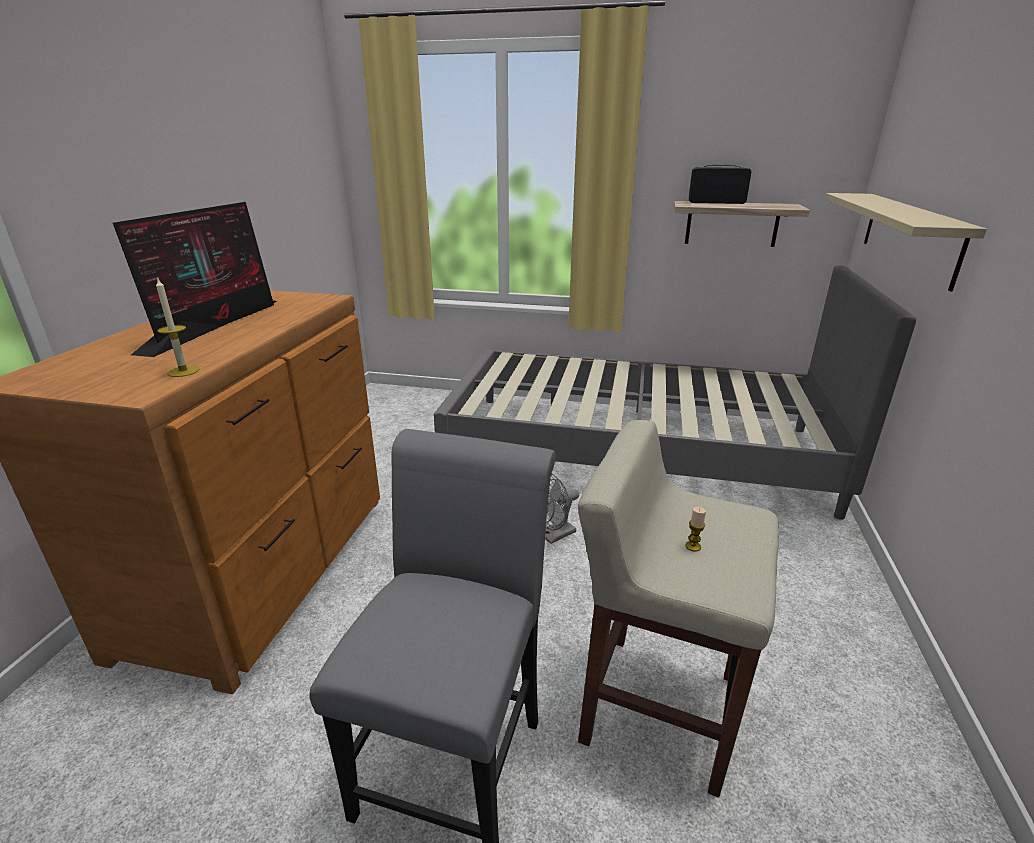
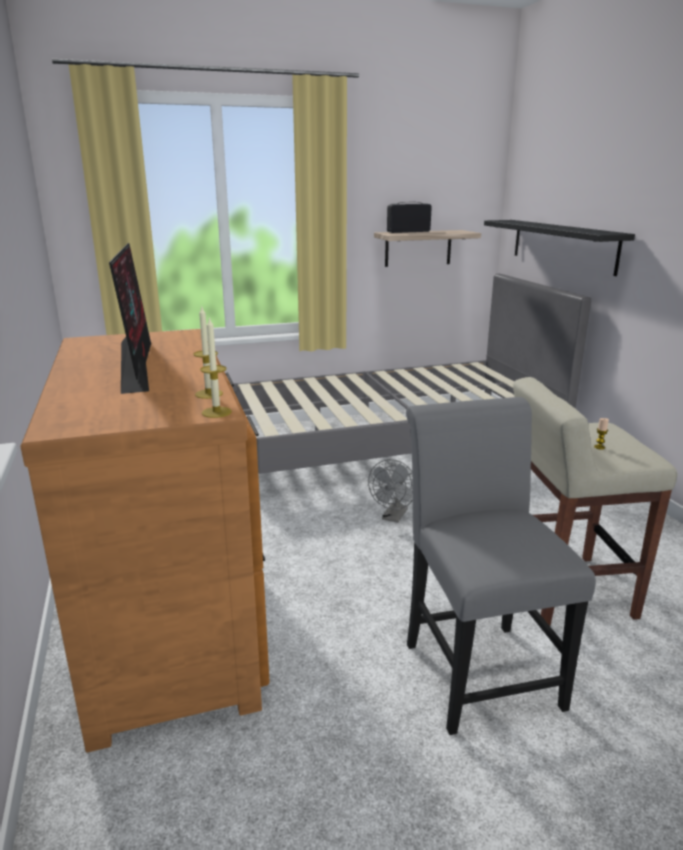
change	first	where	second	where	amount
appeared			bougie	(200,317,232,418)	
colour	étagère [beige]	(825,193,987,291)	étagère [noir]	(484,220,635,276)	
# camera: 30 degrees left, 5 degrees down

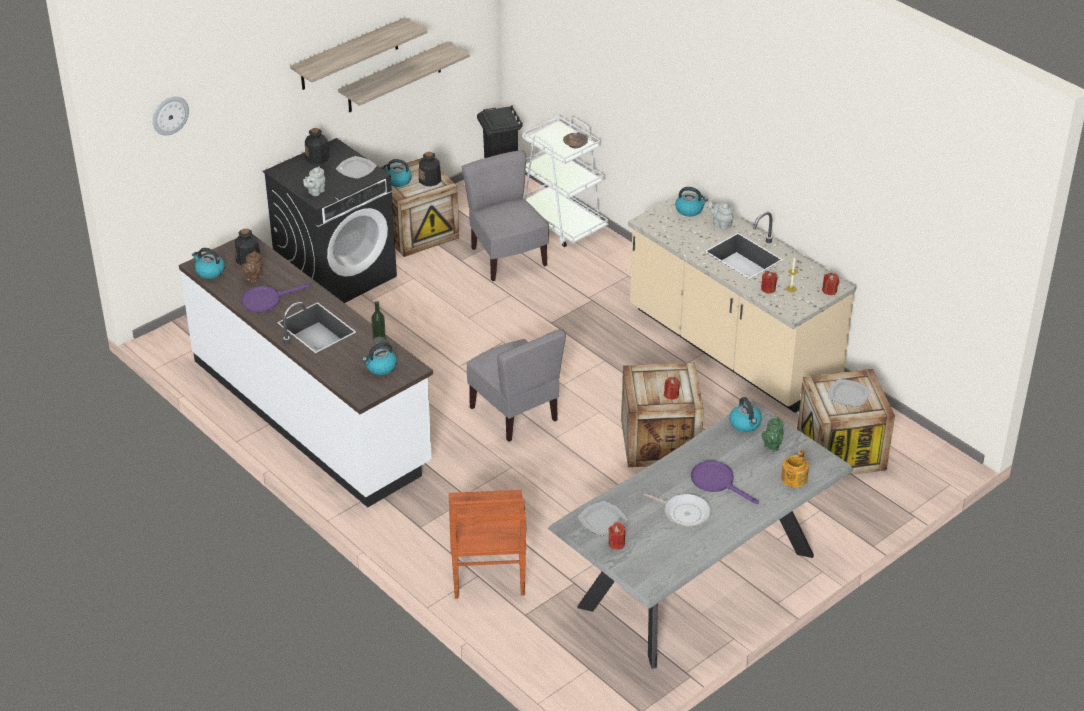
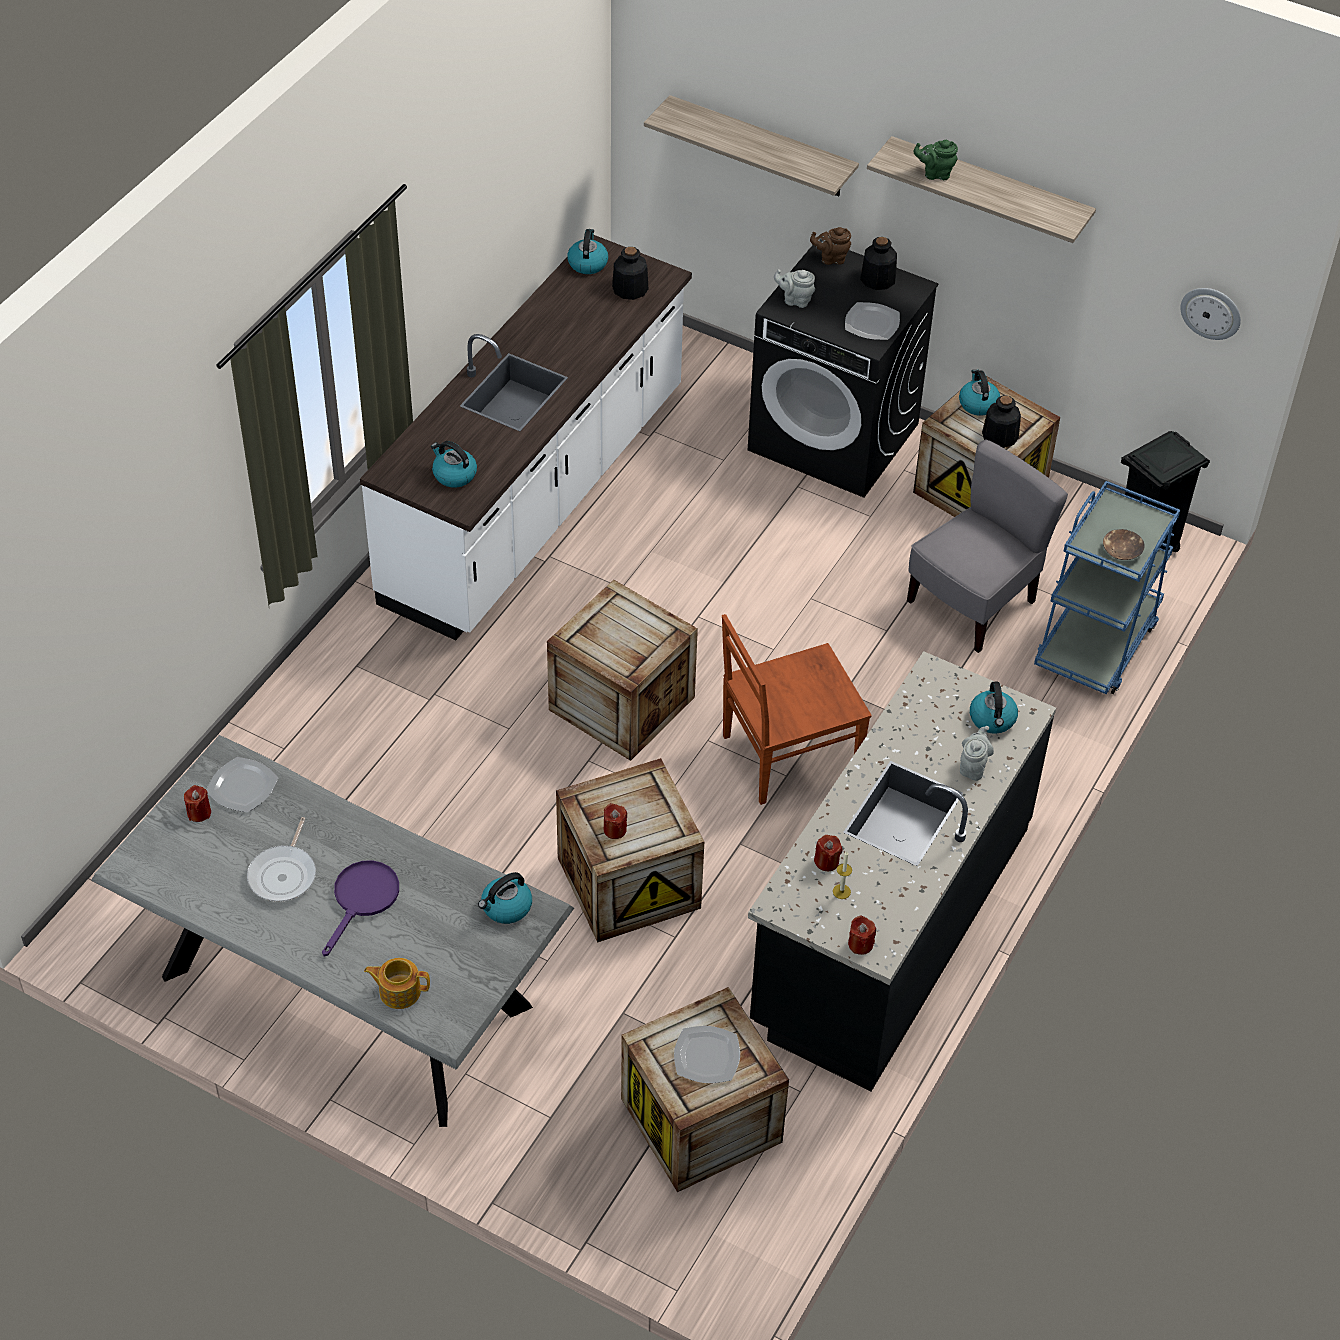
change	first	where	second	where	amount
missing	poêle [violet]	(241,284,310,312)			
missing	bouteille	(371,301,386,344)			
relocated	horloge murale	(153,96,189,135)		(1180,288,1241,340)	
relocated	théière [marron]	(242,250,262,282)		(810,227,851,265)	
relocated	étagère	(338,41,470,112)		(644,95,859,196)	
relocated	chaise [marron]	(449,490,527,599)		(722,614,872,805)	
relocated	théière [vert]	(762,417,784,452)		(914,140,958,180)	
exchanged	chaise [gris]	(466,329,566,442)	caisse	(547,580,698,761)	
colour	chariot [blanc]	(523,116,609,247)	chariot [bleu]	(1034,481,1180,694)	
colour	comptoir de cuisine [beige]	(628,191,856,413)	comptoir de cuisine [noir]	(748,651,1056,1091)	
# camera: 70 degrees right, 10 degrees up

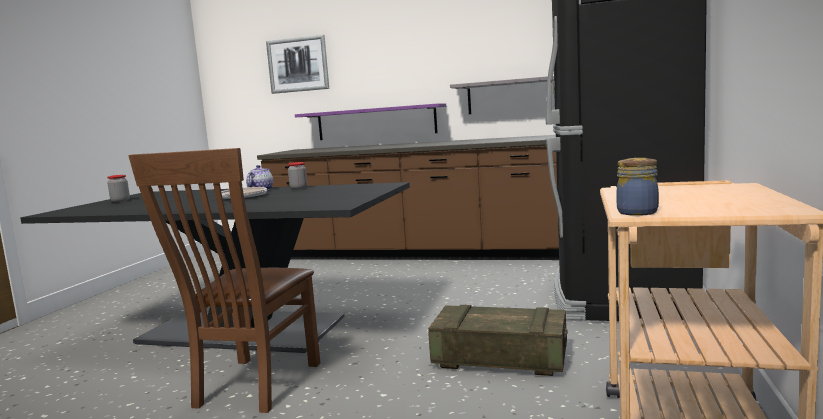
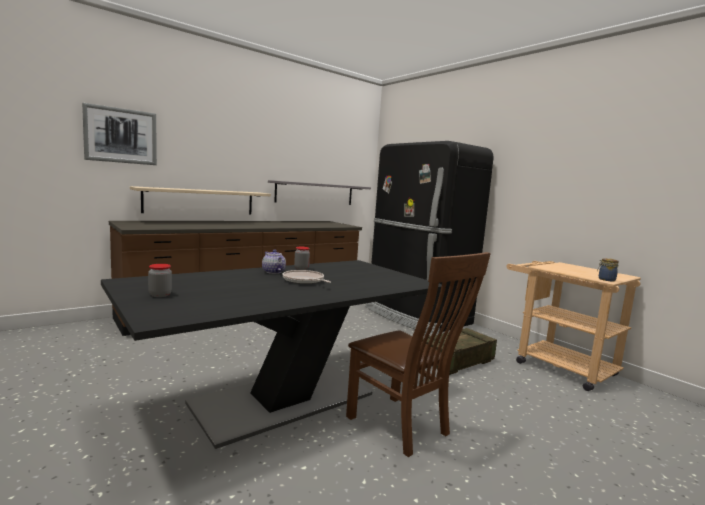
change	first	where	second	where	amount
colour	étagère [violet]	(295,103,446,140)	étagère [beige]	(130,186,271,214)	
# camera: 55 degrees left, 0 degrees up

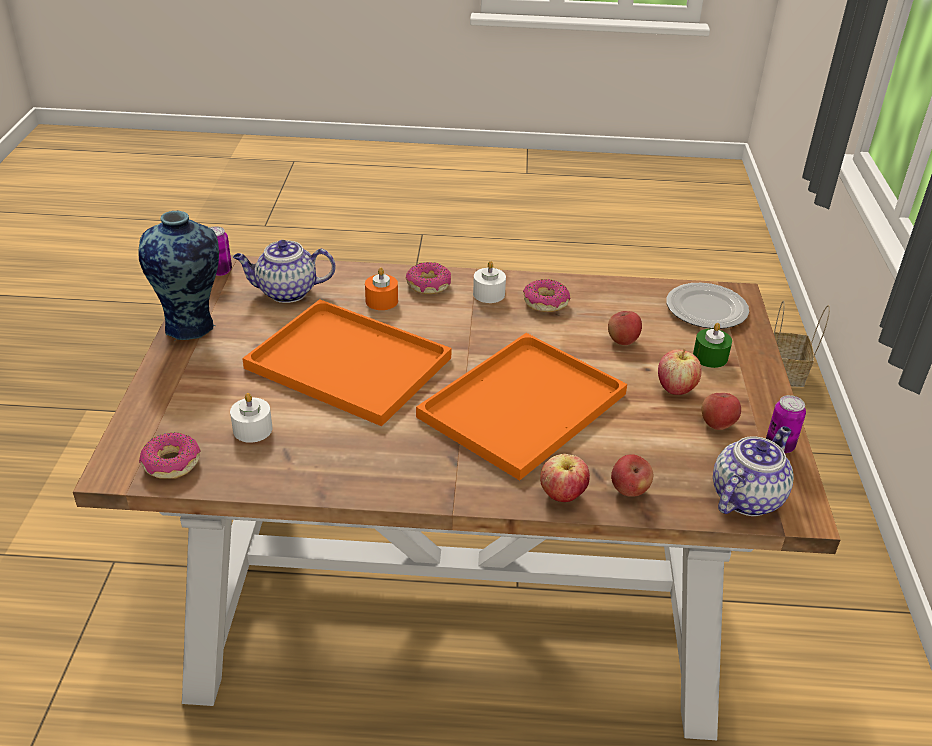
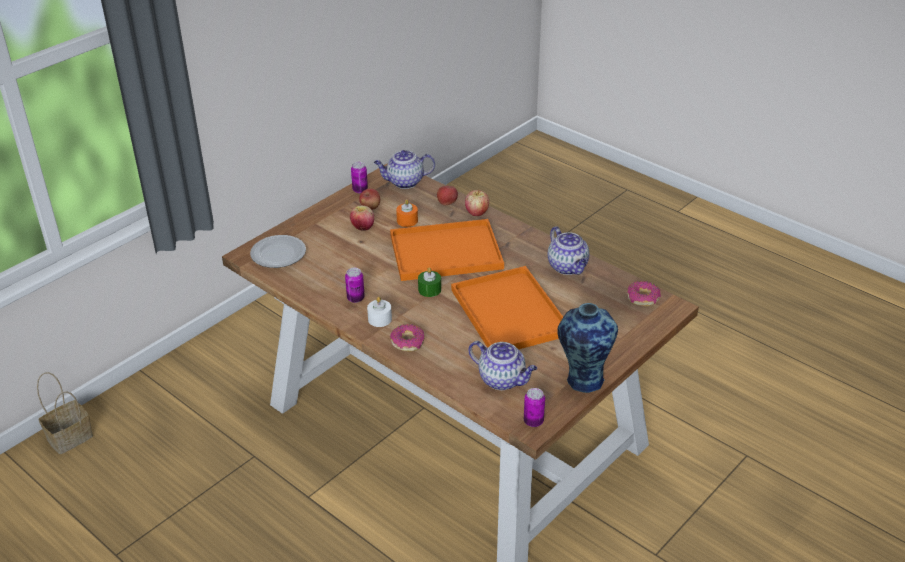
change	first	where	second	where	amount
missing	bougie [blanc]	(230,393,272,443)			
missing	pomme	(608,311,642,345)			
appeared			théière	(547,226,589,275)	
relocated	bougie [orange]	(365,267,398,310)		(396,199,418,227)	
relocated	bougie [vert]	(693,323,732,368)		(418,267,441,297)	
exchanged	beignet	(523,279,570,312)	boîte métallique	(345,268,365,303)	
# camera: 140 degrees left, 0 degrees up

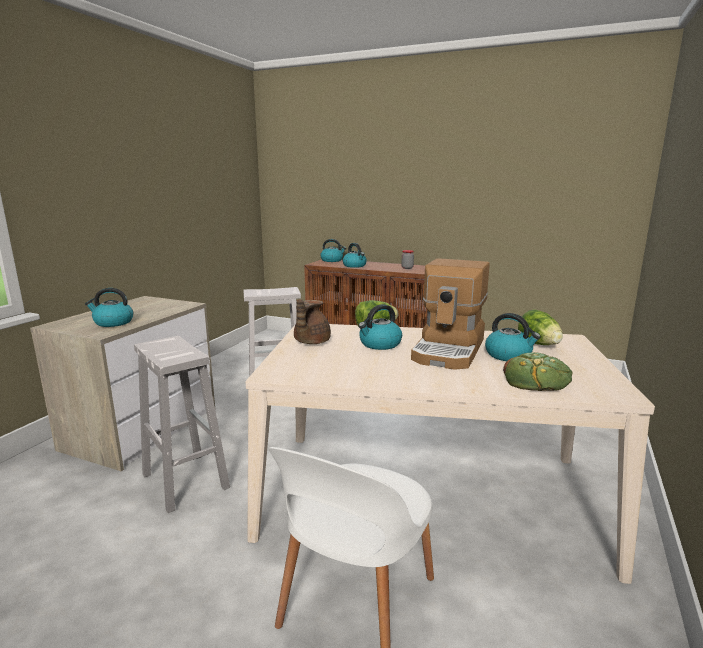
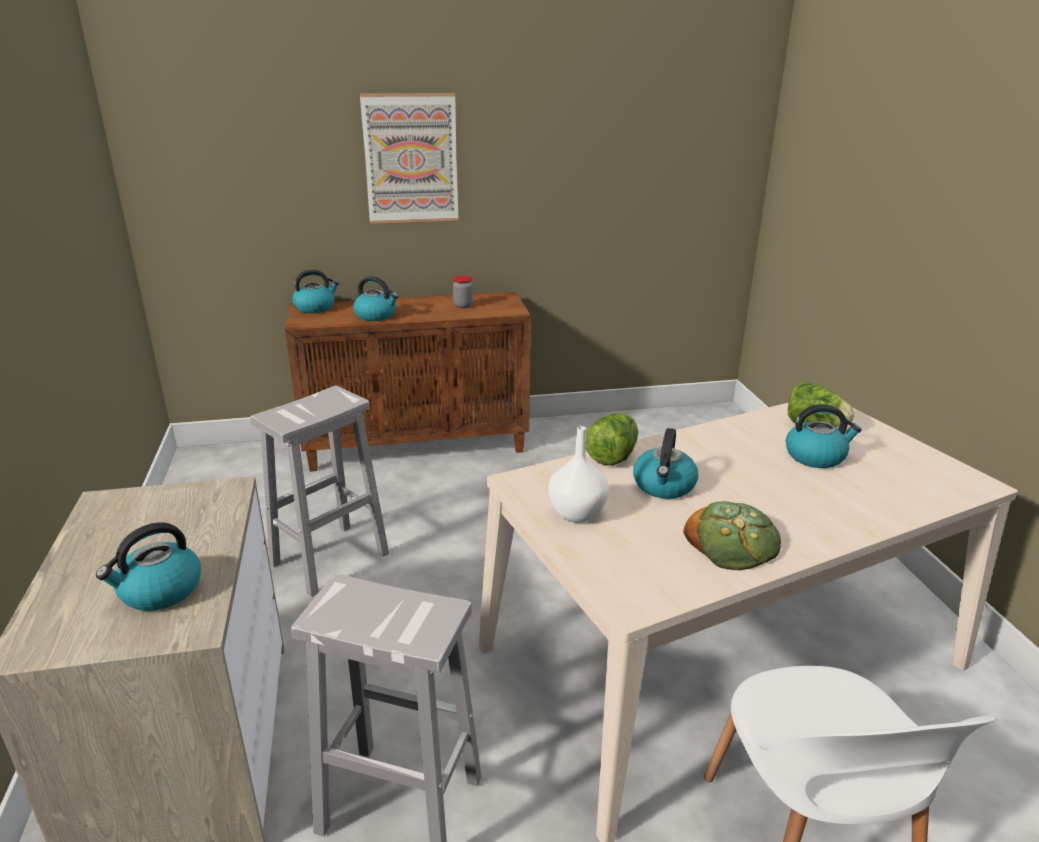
change	first	where	second	where	amount
missing	machine à café	(411,258,490,370)			
appeared			tableau	(360,93,459,223)	
relocated	pain	(503,352,572,391)		(683,501,781,570)	
exchanged	théière [marron]	(294,299,331,344)	vase [blanc]	(548,426,609,523)	
# camera: 35 degrees left, 10 degrees up

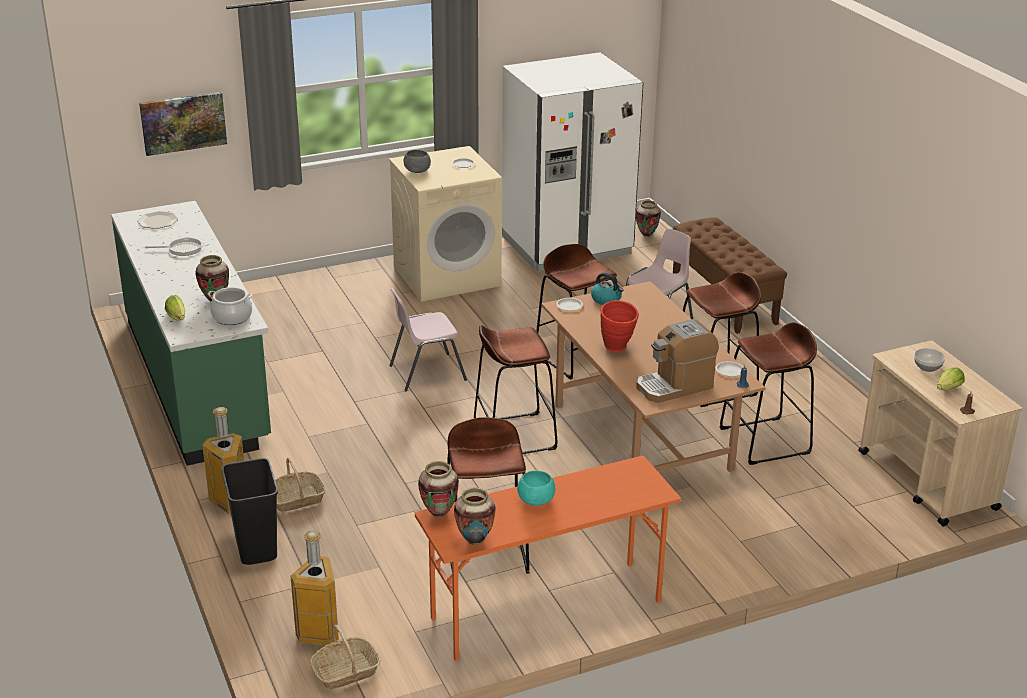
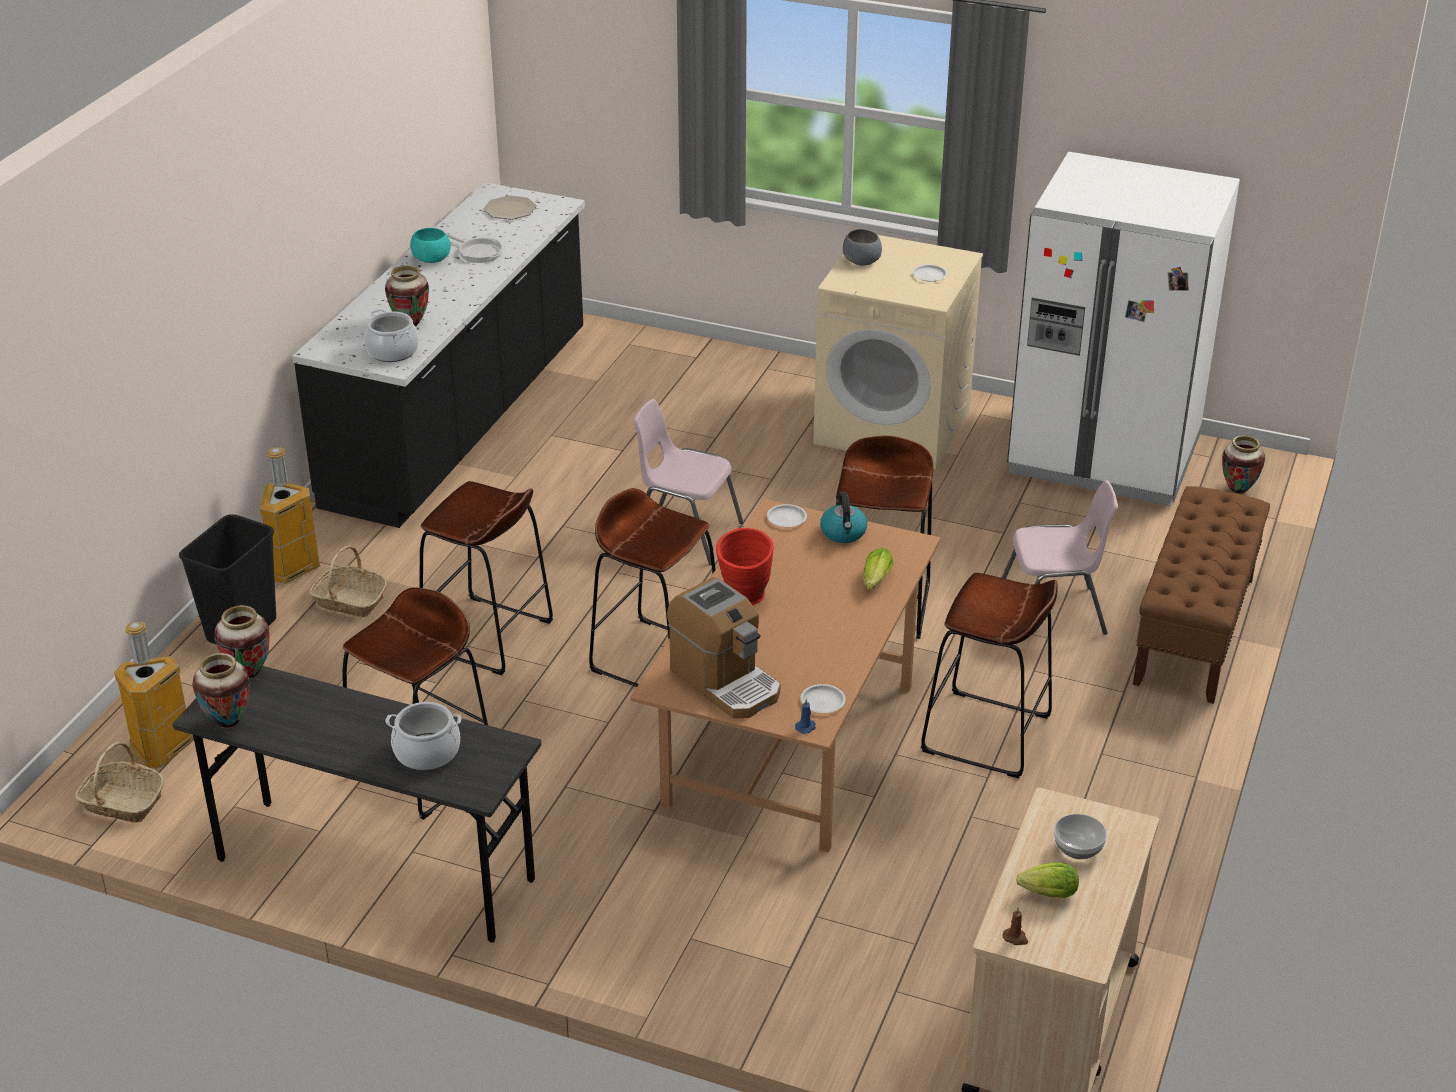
change	first	where	second	where	amount
missing	tableau	(139,92,227,156)			
appeared			marmite	(386,702,461,771)	
relocated	laitue	(165,295,185,321)		(863,548,894,590)	
relocated	bol [turquoise]	(517,471,555,506)		(410,228,451,263)	
relocated	tabouret [marron]	(720,322,817,465)		(419,481,553,675)	
colour	comptoir de cuisine [vert]	(111,201,271,466)	comptoir de cuisine [noir]	(293,182,585,528)	
colour	bureau [orange]	(415,456,681,661)	bureau [gris]	(173,666,541,943)	
spun	machine à café	(636,319,719,403)		(667,577,780,719)	150 degrees counterclockwise
# camera: 45 degrees right, 5 degrees up

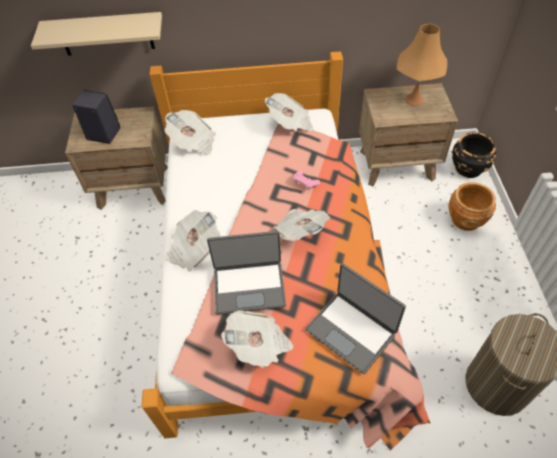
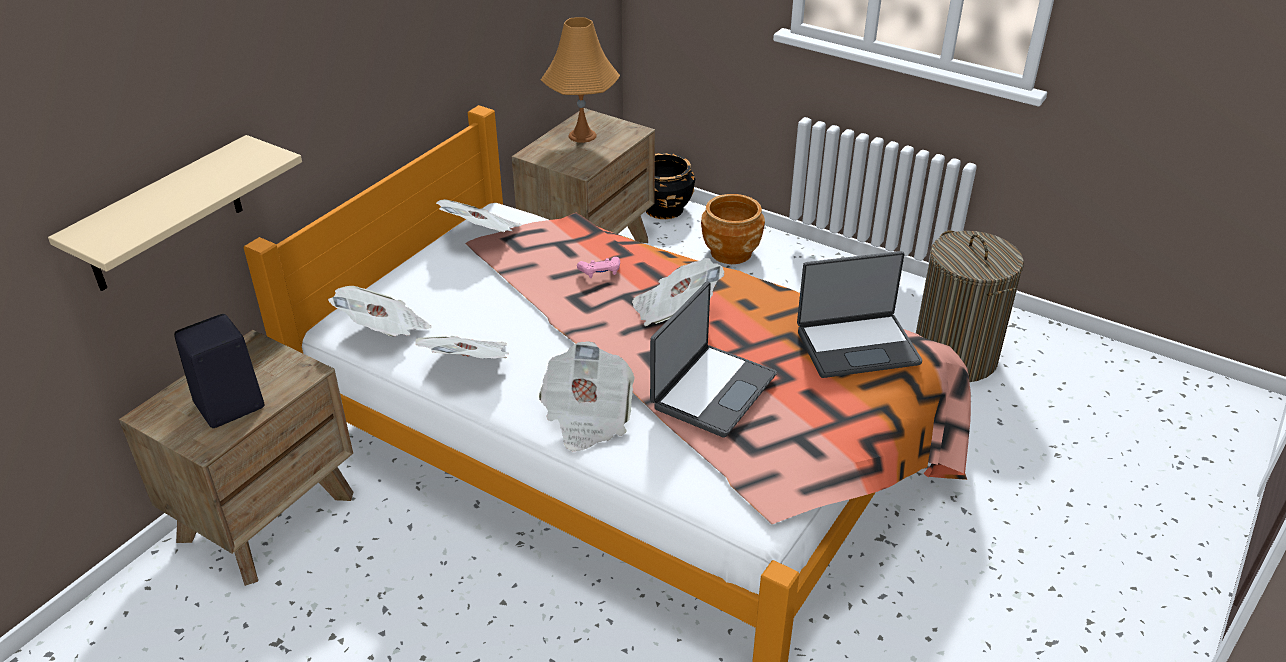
change	first	where	second	where	amount
relocated	journal	(221,310,293,368)		(415,336,509,358)	
# camera: 55 degrees left, 15 degrees down

